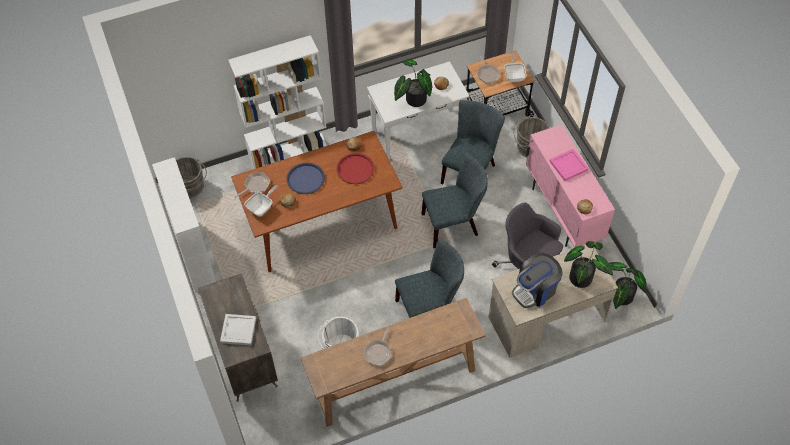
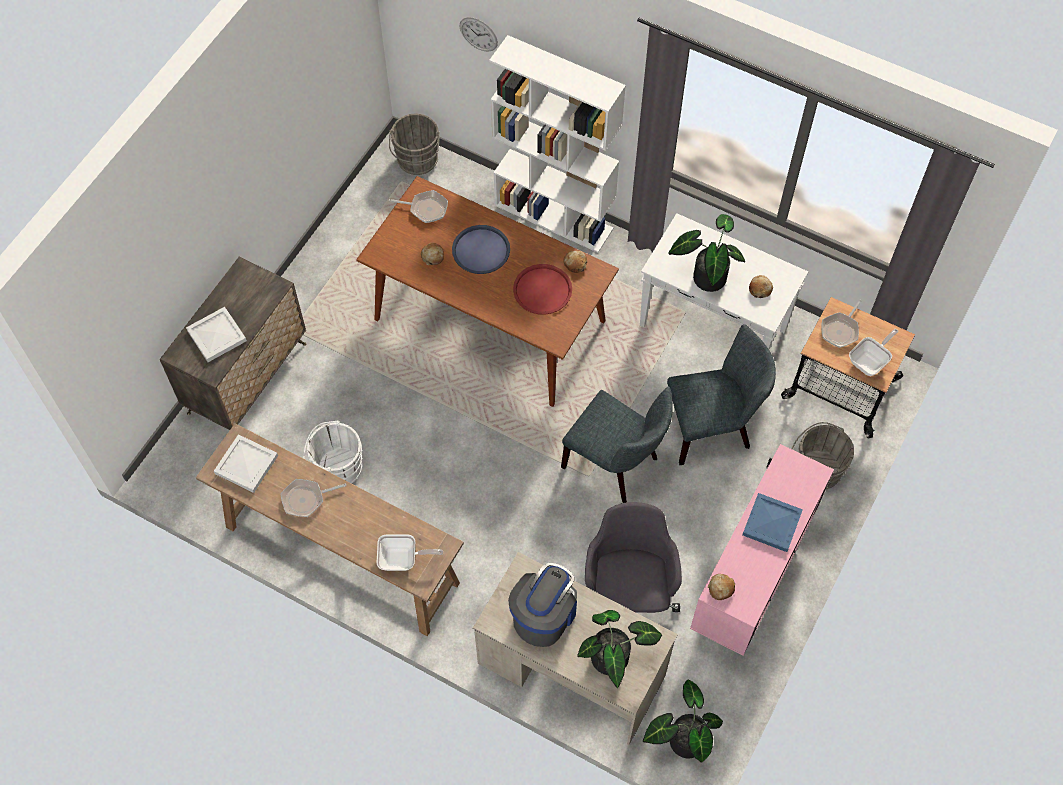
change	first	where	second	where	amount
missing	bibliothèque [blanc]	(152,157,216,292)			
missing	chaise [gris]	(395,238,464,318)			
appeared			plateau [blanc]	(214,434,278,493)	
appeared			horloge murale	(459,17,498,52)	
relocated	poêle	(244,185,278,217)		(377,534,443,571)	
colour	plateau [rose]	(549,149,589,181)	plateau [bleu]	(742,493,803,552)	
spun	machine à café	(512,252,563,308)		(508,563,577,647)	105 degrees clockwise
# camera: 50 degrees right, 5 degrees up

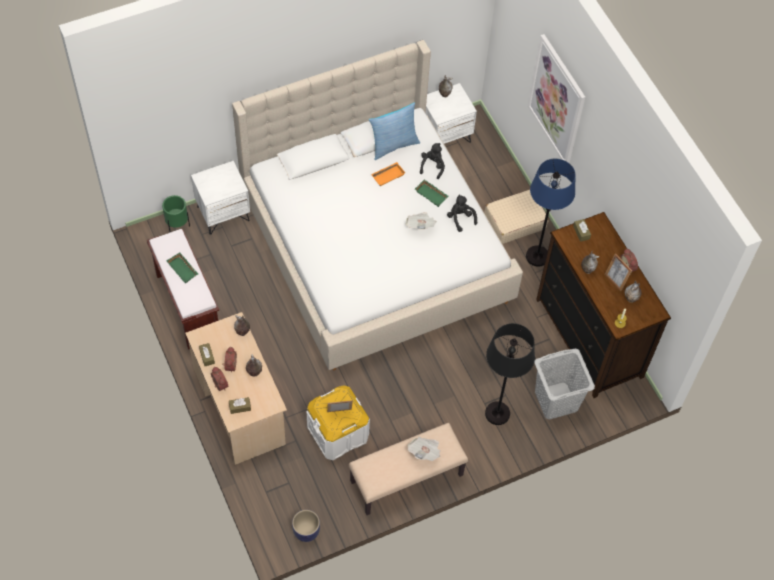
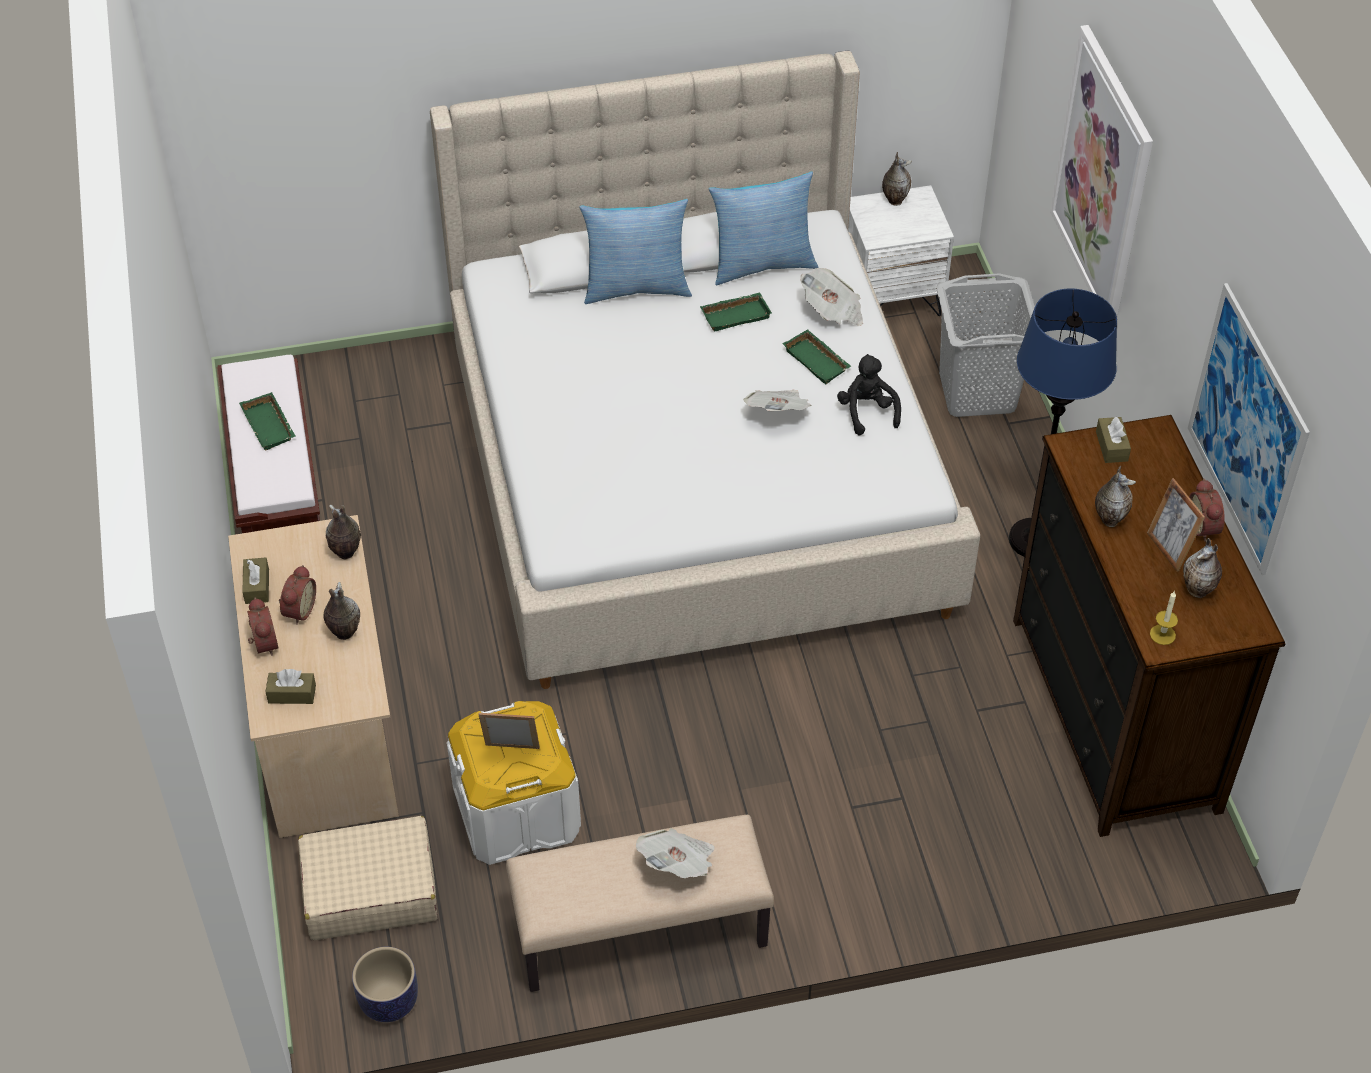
change	first	where	second	where	amount
missing	cache-pot [vert]	(162,195,190,232)			
missing	table de chevet [blanc]	(191,161,250,235)			
missing	lampadaire [noir]	(485,323,535,425)			
appeared			coussin	(579,199,692,304)	
appeared			tableau	(1188,283,1310,575)	
relocated	valise [beige]	(484,190,549,244)		(298,816,438,940)	
relocated	panier à linge [gris]	(534,349,595,419)		(936,273,1035,417)	
exchanged	peluche [noir]	(420,143,445,179)	journal	(800,268,863,325)	
colour	plateau [orange]	(371,162,405,186)	plateau [vert]	(700,293,772,331)	
# camera: 15 degrees right, 10 degrees down

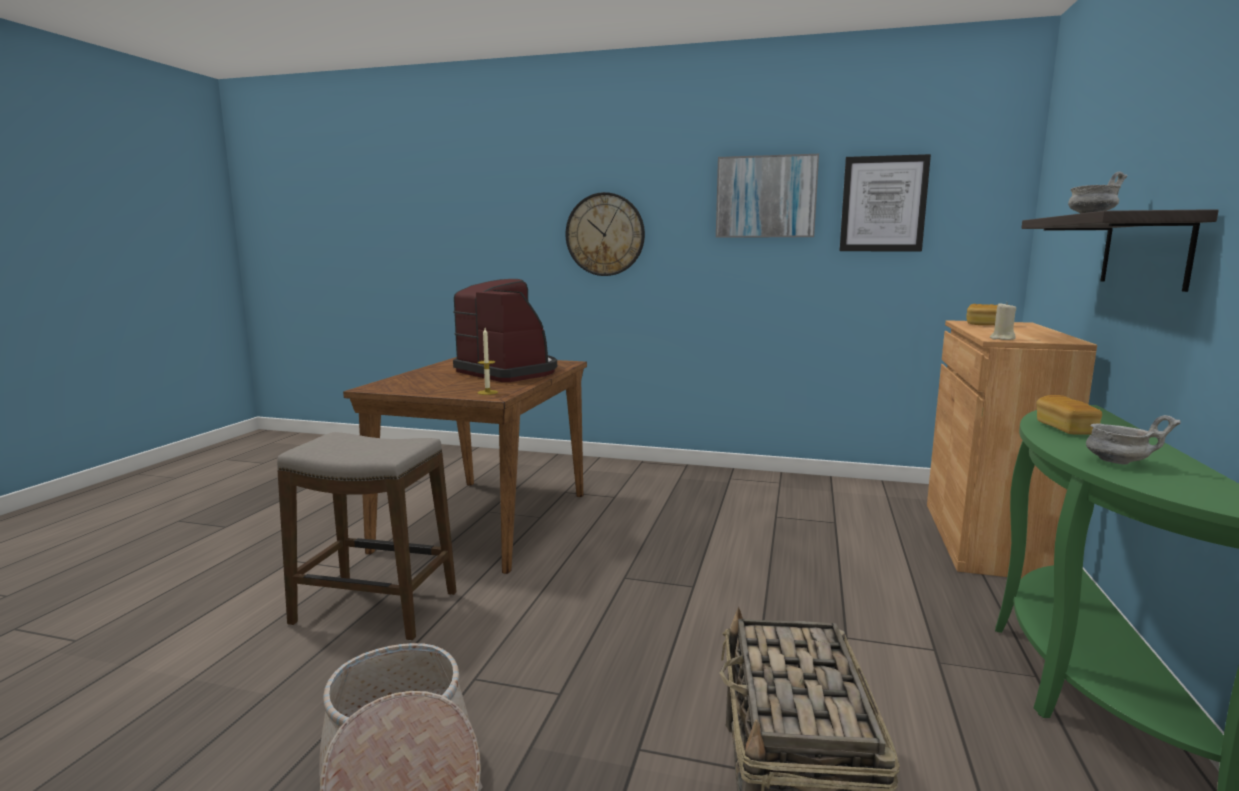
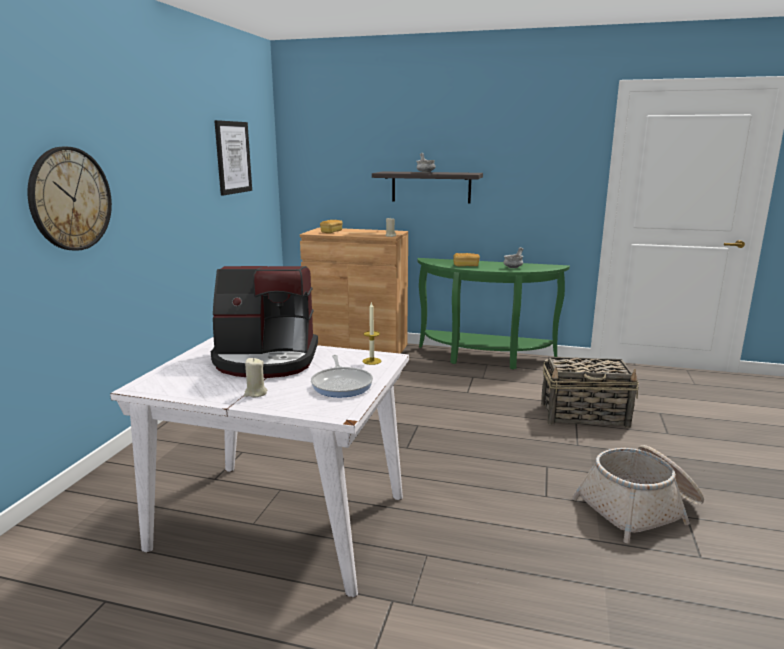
change	first	where	second	where	amount
missing	tabouret	(277,432,457,641)			
missing	tableau	(716,154,819,238)			
appeared			bougie [beige]	(244,358,267,397)	
appeared			poêle	(311,355,373,397)	
colour	table à manger [marron]	(343,357,587,574)	table à manger [blanc]	(110,337,409,597)	
spun	machine à café	(453,279,557,382)		(211,266,318,378)	135 degrees counterclockwise
# camera: 90 degrees left, 5 degrees up

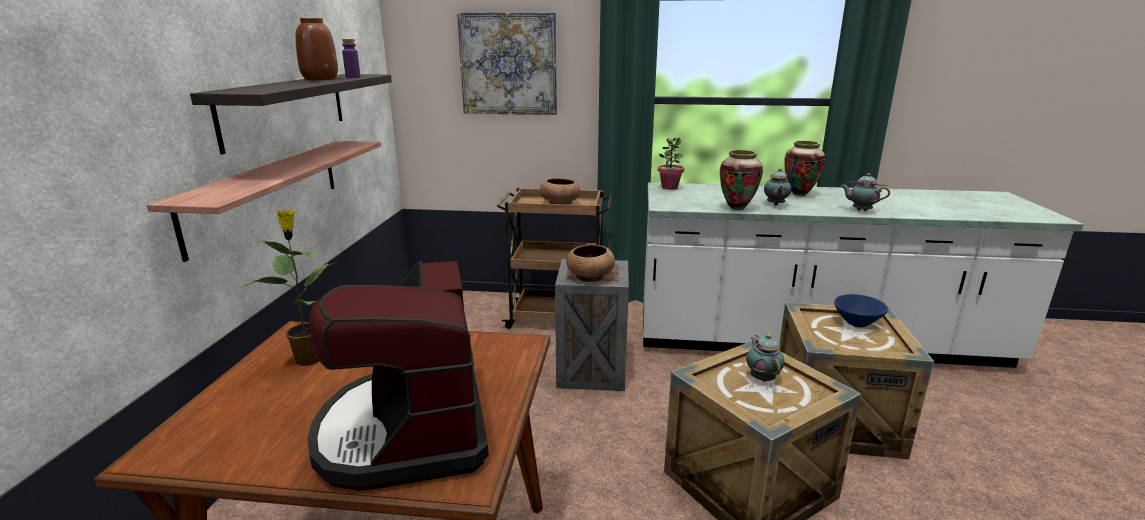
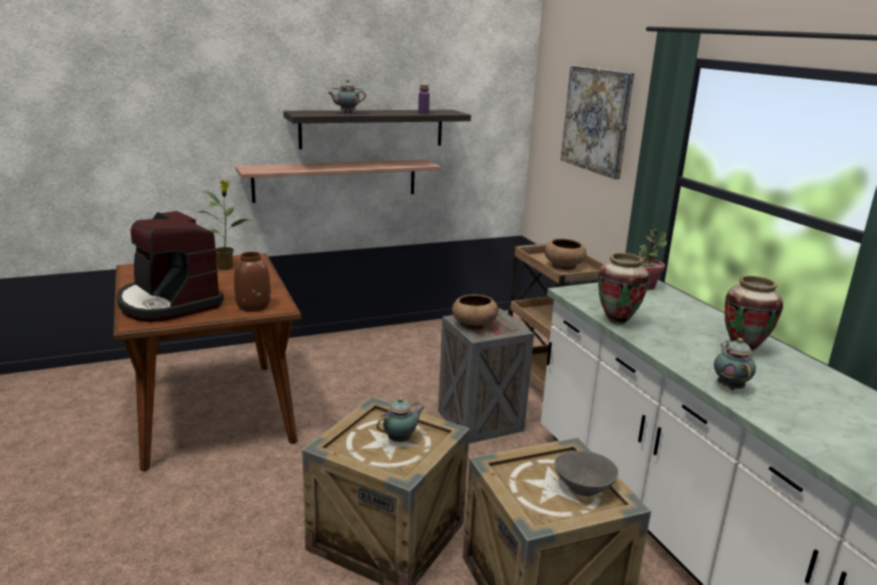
change	first	where	second	where	amount
relocated	vase [marron]	(295,18,338,80)		(234,252,271,312)	
relocated	théière	(764,168,792,206)		(328,80,366,113)	
colour	bol [bleu]	(834,294,889,327)	bol [gris]	(554,451,618,496)	
spun	machine à café	(307,261,489,491)		(116,211,224,322)	90 degrees counterclockwise
# camera: 60 degrees right, 0 degrees up

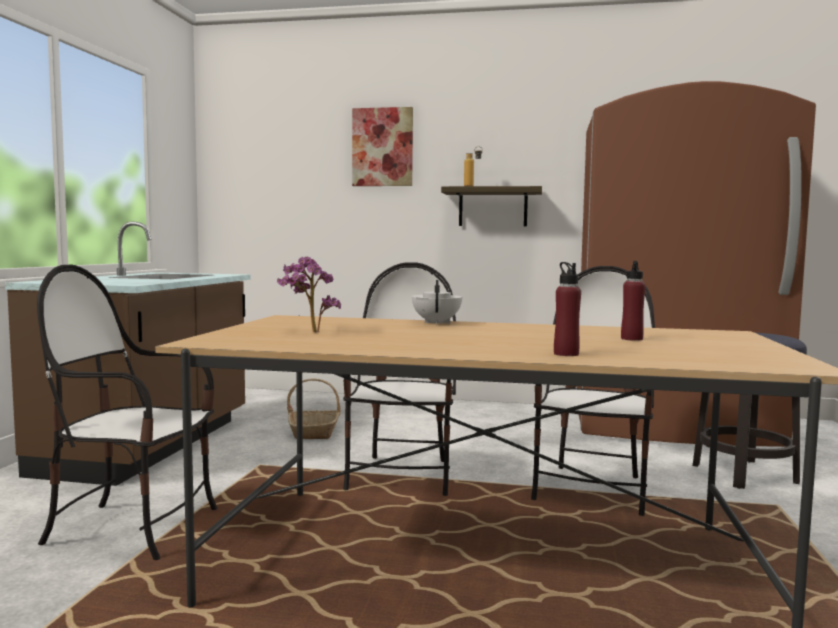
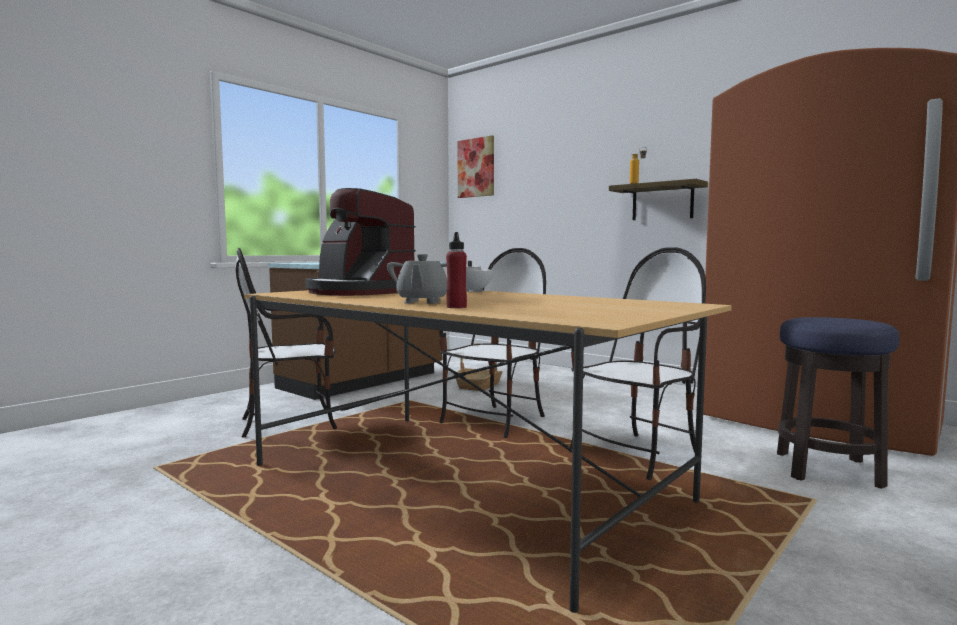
change	first	where	second	where	amount
missing	bouteille [rouge]	(621,261,646,341)			
appeared			théière [gris]	(387,254,447,304)	
relocated	tableau	(352,107,413,186)		(458,136,494,198)	
exchanged	plante en pot	(277,256,341,333)	machine à café	(305,188,416,296)	
spun	chaise	(37,264,218,560)		(236,248,337,437)	60 degrees counterclockwise
# camera: 30 degrees right, 0 degrees up

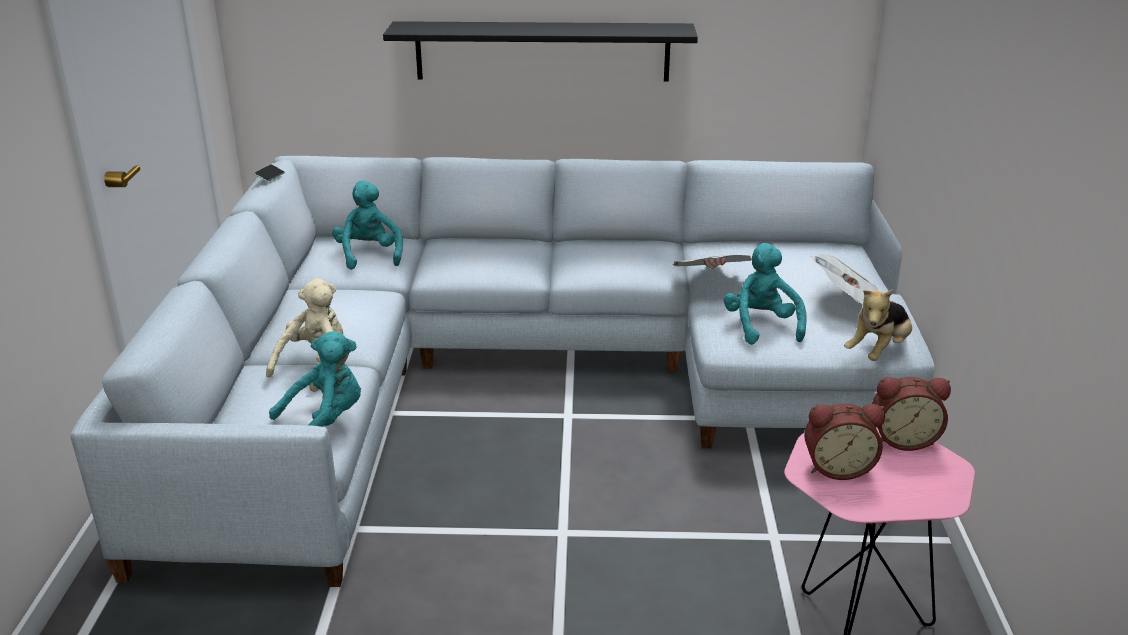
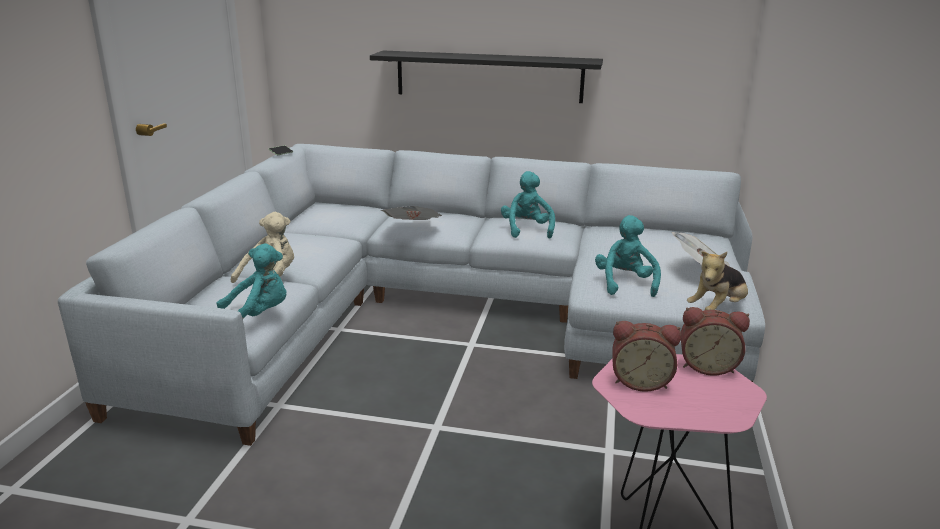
change	first	where	second	where	amount
relocated	peluche [turquoise]	(332,181,403,270)		(501,171,555,238)	
relocated	journal	(673,255,752,269)		(381,206,442,220)	
# camera: 10 degrees right, 5 degrees down

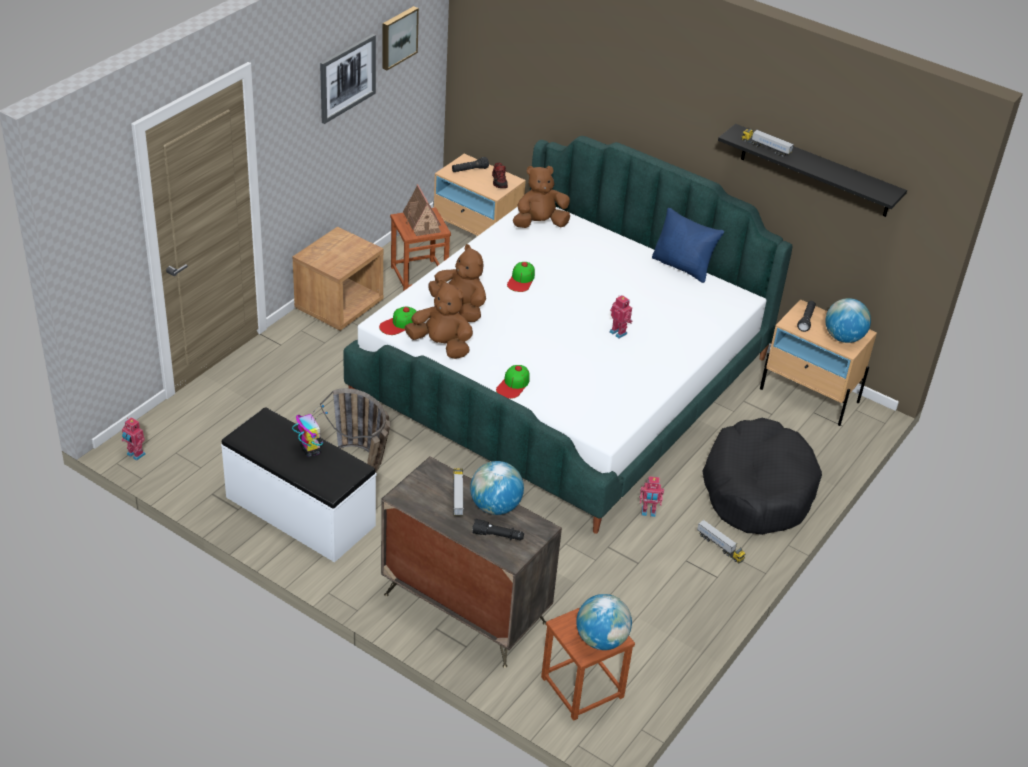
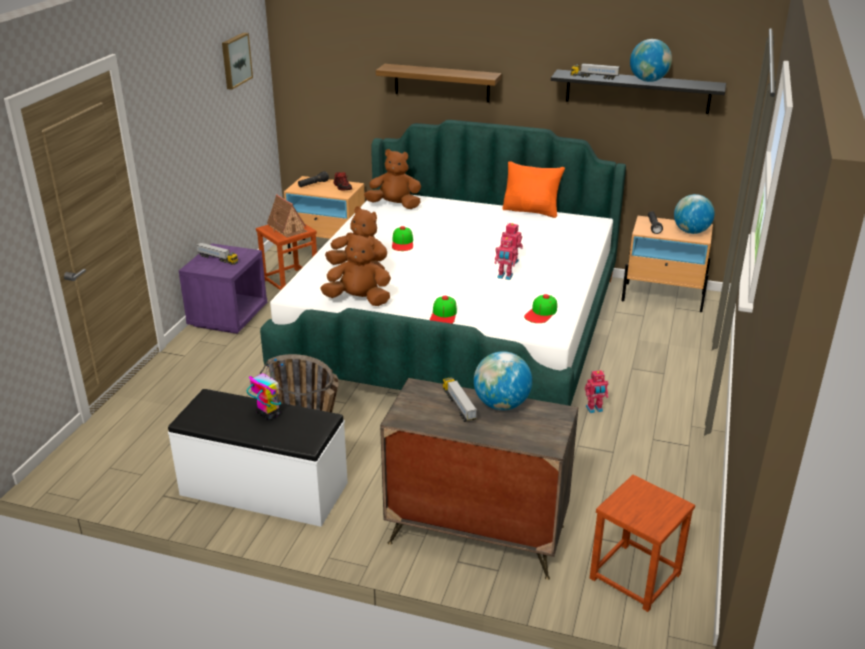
change	first	where	second	where	amount
missing	tableau	(320,34,376,124)			
missing	lampe de poche [noir]	(472,519,524,540)			
missing	panier pour chien [noir]	(702,418,822,535)			
appeared			étagère	(376,64,501,103)	
relocated	robot jouet	(122,417,146,461)		(494,237,517,280)	
relocated	casquette	(379,307,417,335)		(524,294,557,323)	
relocated	globe	(576,594,632,650)		(630,39,672,82)	
relocated	camion jouet	(697,520,745,563)		(196,242,238,265)	
colour	table de chevet [marron]	(293,227,384,331)	table de chevet [violet]	(179,243,267,334)	
colour	coussin [bleu]	(652,208,724,283)	coussin [orange]	(503,161,565,218)	
spun	peluche [marron]	(513,166,570,228)		(364,149,421,209)	45 degrees clockwise
# camera: 15 degrees left, 10 degrees down

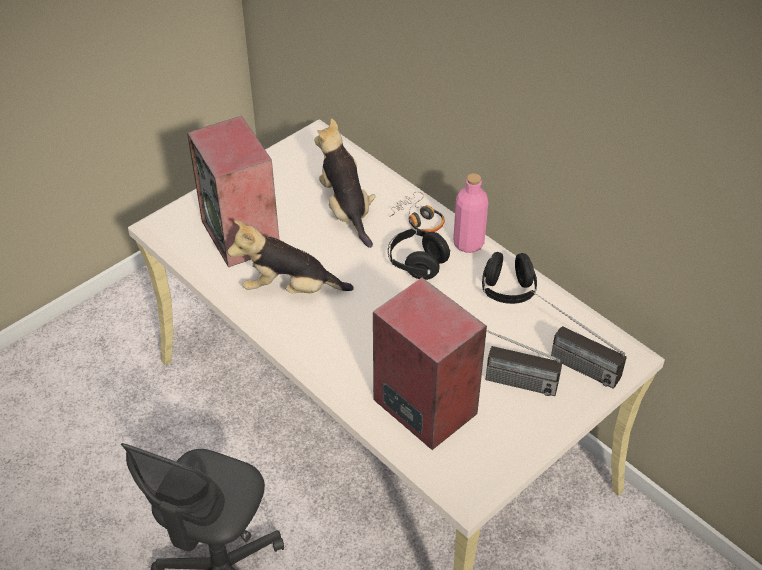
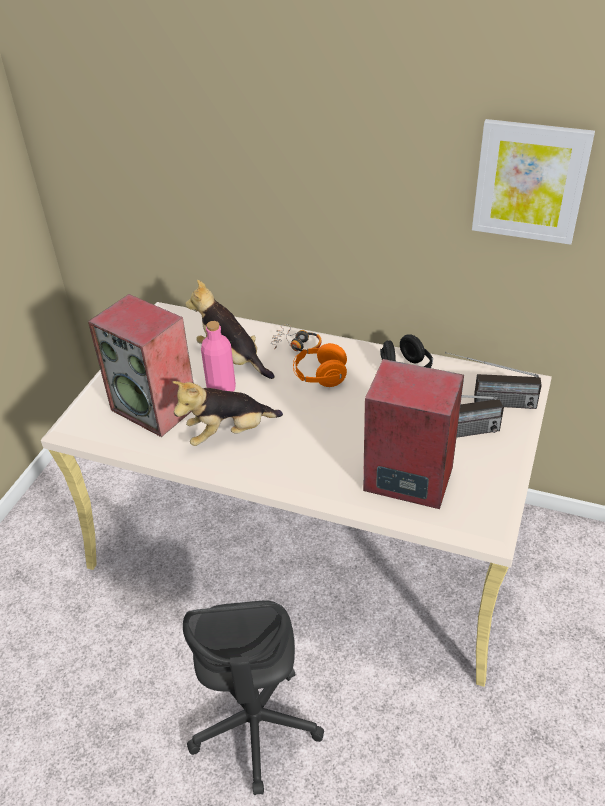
change	first	where	second	where	amount
appeared			tableau	(472,119,595,245)	
relocated	bouteille [rose]	(453,174,488,253)		(201,321,236,392)	
colour	casque audio [noir]	(388,229,451,280)	casque audio [orange]	(293,343,347,387)	
# camera: 25 degrees left, 5 degrees down

